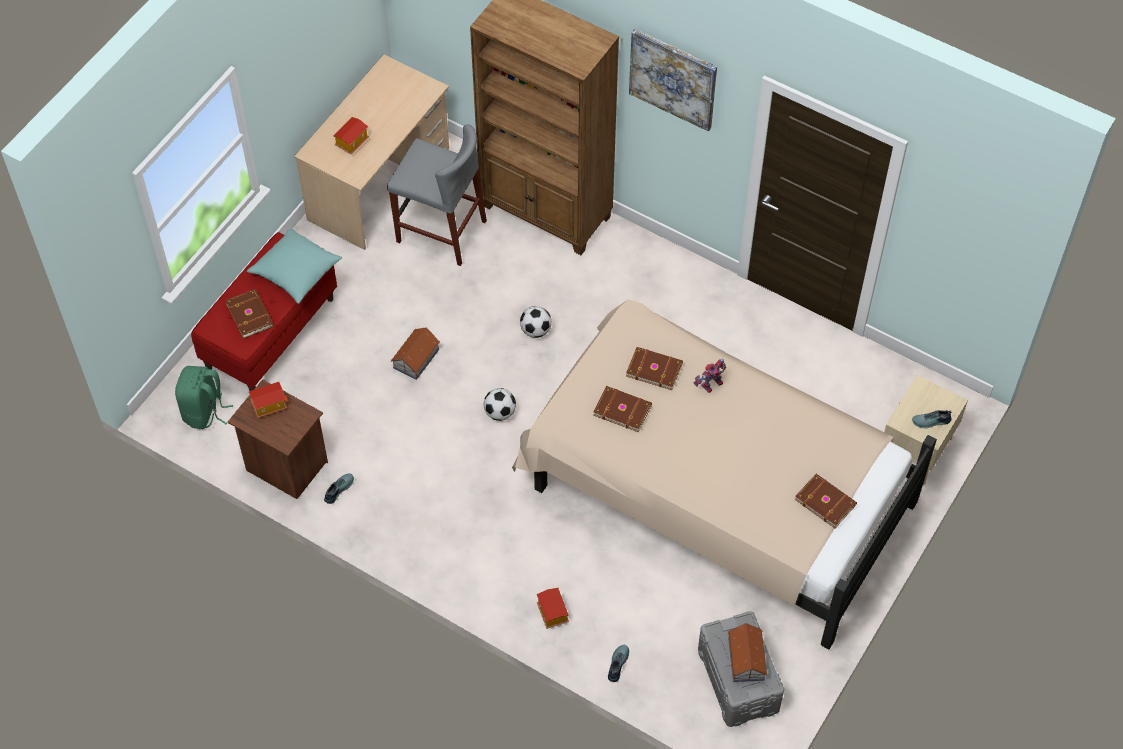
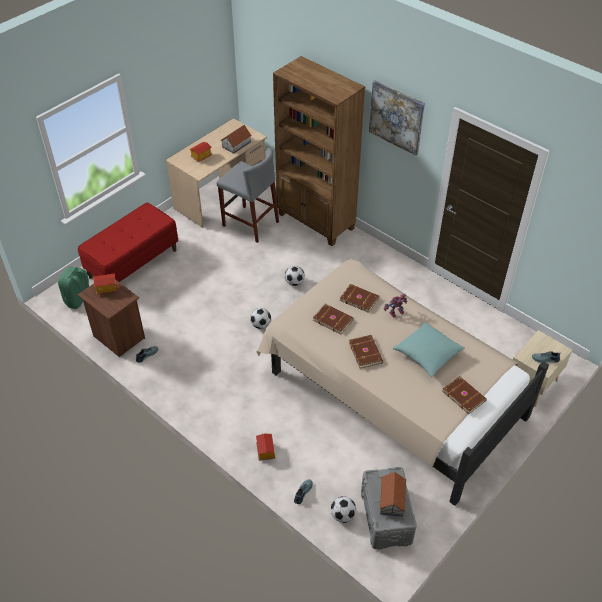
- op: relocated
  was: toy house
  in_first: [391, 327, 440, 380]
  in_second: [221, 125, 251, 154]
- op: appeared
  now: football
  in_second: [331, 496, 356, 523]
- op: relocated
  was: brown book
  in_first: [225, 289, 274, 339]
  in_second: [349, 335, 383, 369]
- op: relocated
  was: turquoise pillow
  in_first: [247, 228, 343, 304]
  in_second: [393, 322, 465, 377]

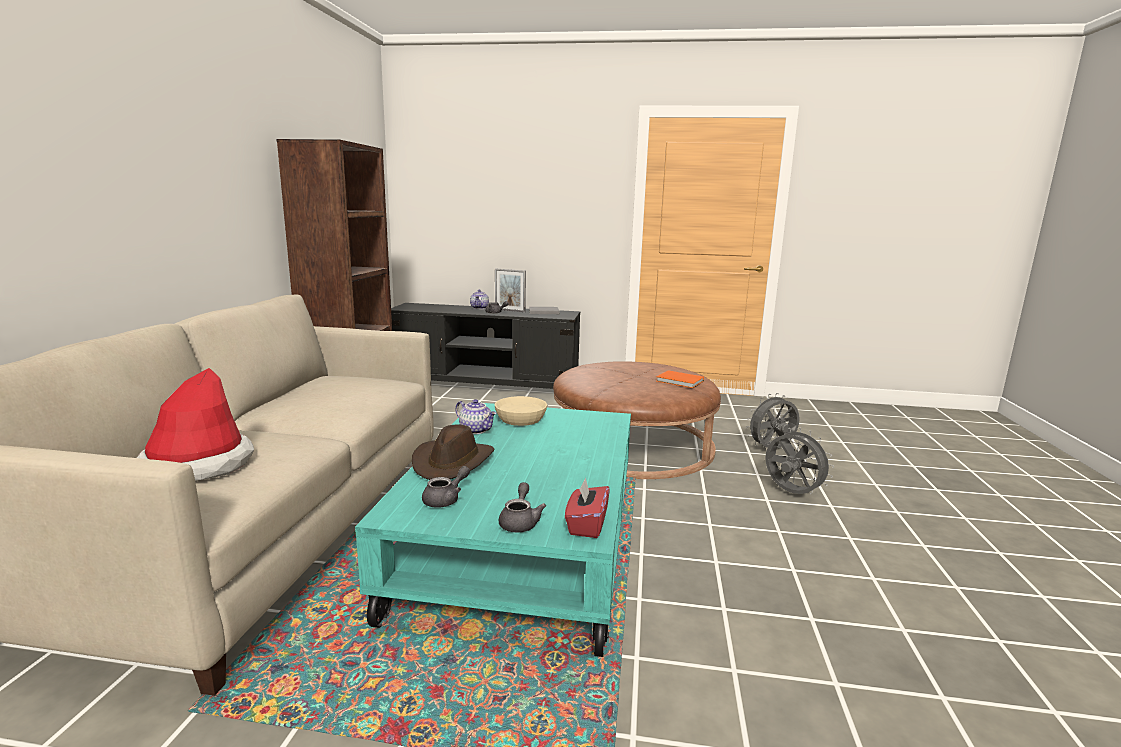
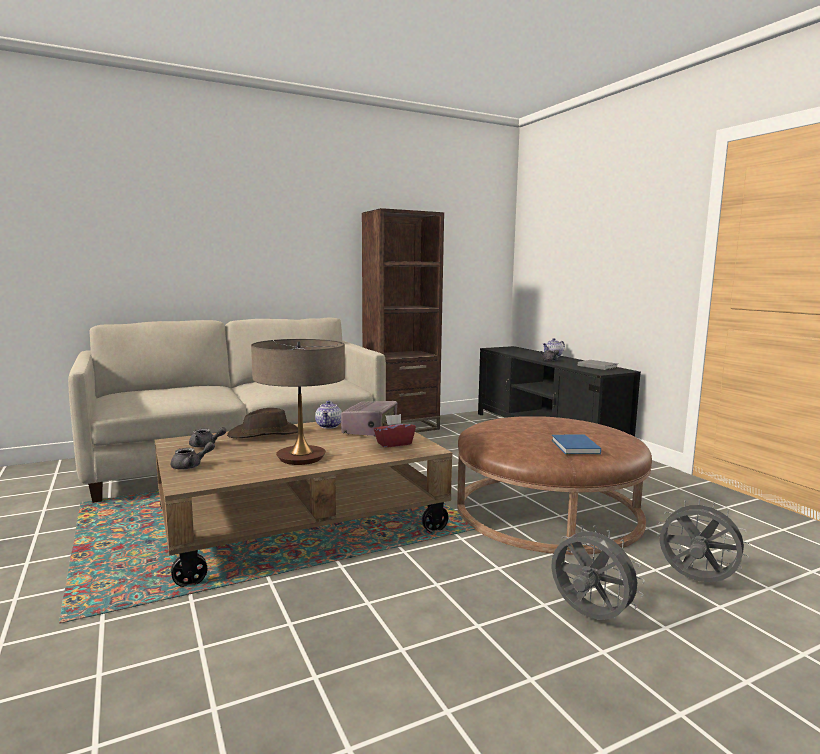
- op: colour
  was: turquoise coffee table
  now: brown coffee table
  in_first: [355, 403, 631, 657]
  in_second: [155, 422, 452, 587]
- op: appeared
  now: table lamp
  in_second: [251, 339, 345, 465]
- op: exchanged
  was: beige bowl
  now: radio
  in_first: [495, 396, 547, 426]
  in_second: [341, 401, 397, 436]
- op: relocated
  was: red tissue box
  in_first: [565, 478, 610, 538]
  in_second: [374, 414, 416, 448]
- op: spun
  was: grey fan
  in_first: [765, 427, 834, 494]
  in_second: [551, 525, 645, 620]
  clockwise: -60
- op: colour
  was: orange book
  now: blue book
  in_first: [657, 370, 704, 388]
  in_second: [552, 435, 601, 454]
- op: missing
  was: hat
  in_first: [137, 368, 254, 481]
- op: missing
  was: picture frame
  in_first: [495, 269, 526, 312]

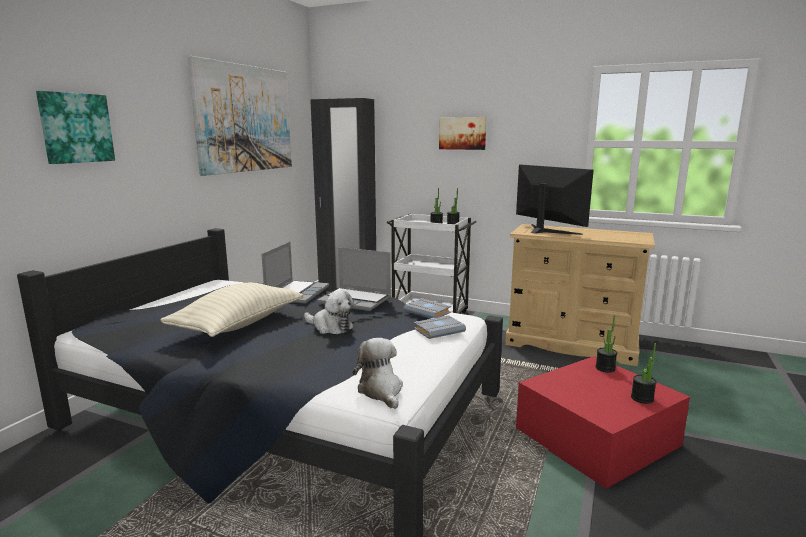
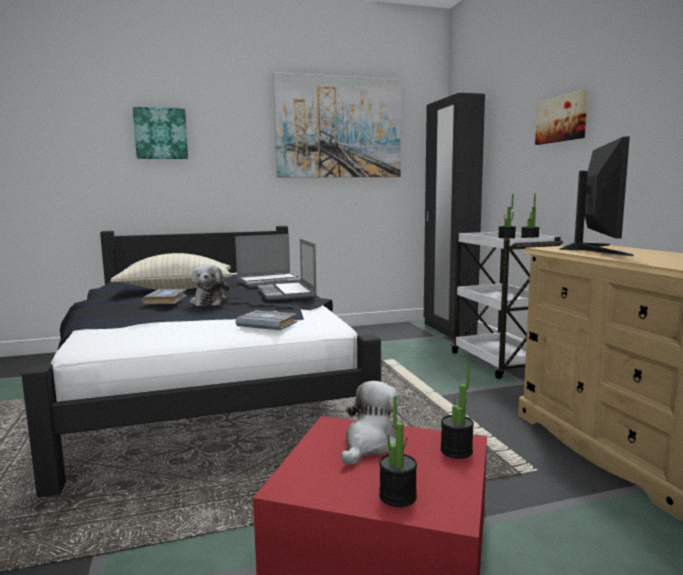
- op: relocated
  was: grey book
  in_first: [404, 298, 451, 318]
  in_second: [142, 289, 187, 304]
- op: relocated
  was: plush toy
  in_first: [353, 338, 403, 409]
  in_second: [341, 381, 399, 465]

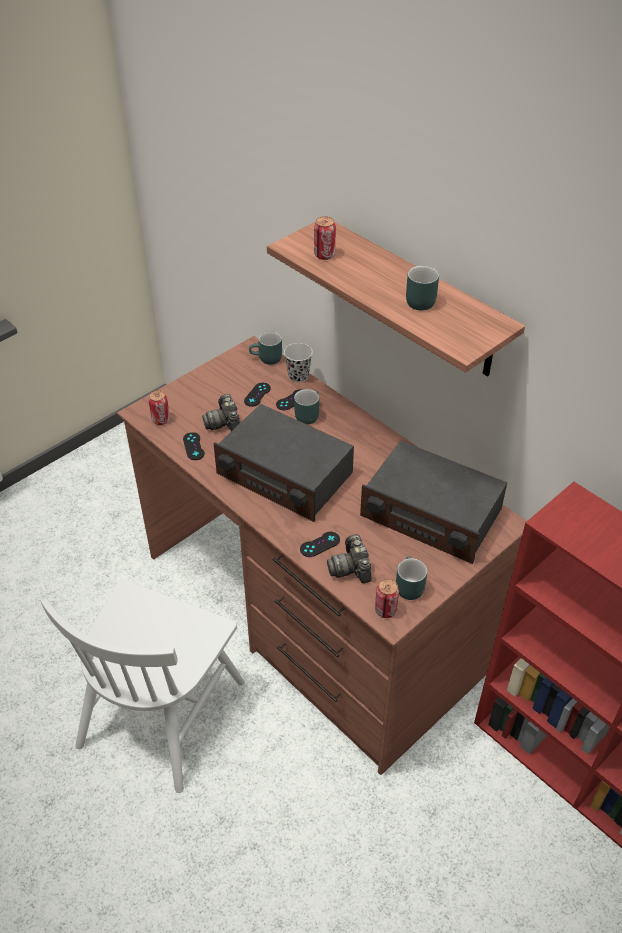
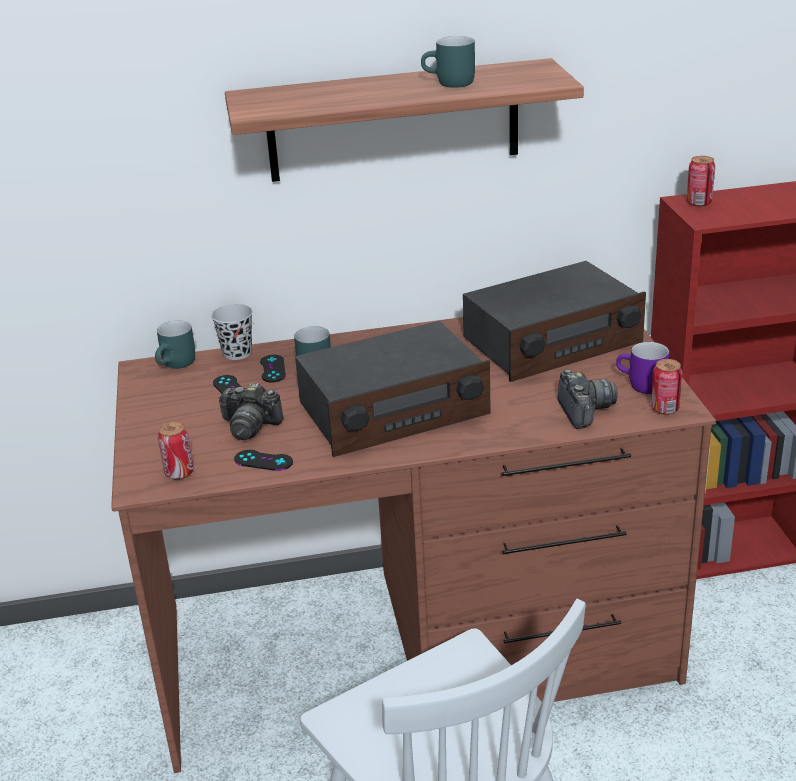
- op: spun
  was: photo camera
  in_first: [327, 534, 371, 583]
  in_second: [557, 369, 618, 429]
  clockwise: -120
- op: colour
  was: turquoise mug
  now: purple mug
  in_first: [396, 556, 427, 600]
  in_second: [616, 342, 669, 394]
- op: relocated
  was: can
  in_first: [314, 216, 336, 260]
  in_second: [687, 156, 715, 207]
- op: missing
  was: black game controller
  in_first: [300, 532, 340, 557]

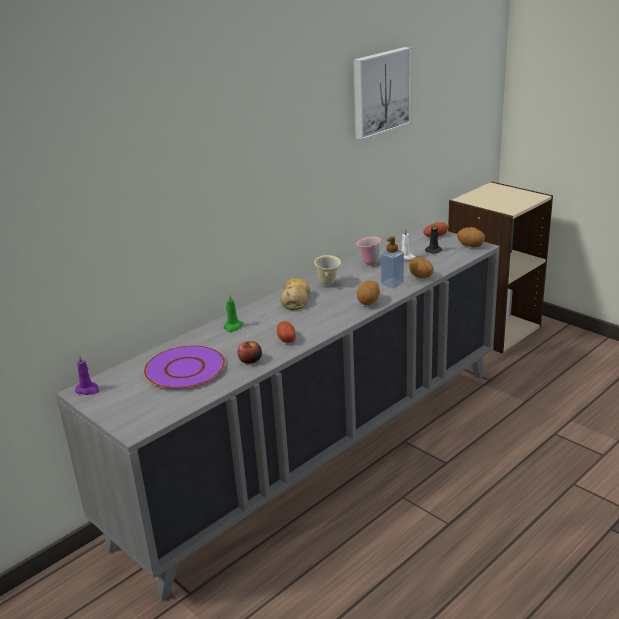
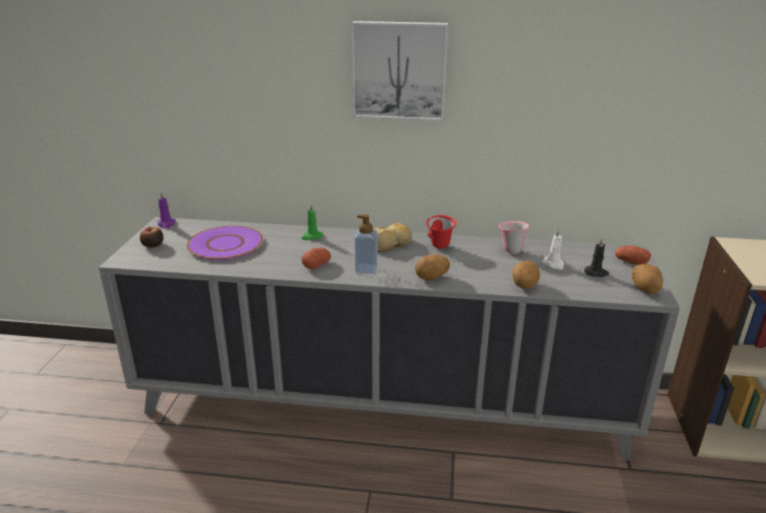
- op: relocated
  was: apple
  in_first: [238, 341, 262, 364]
  in_second: [140, 227, 163, 247]
- op: relocated
  was: picture
  in_first: [353, 47, 412, 140]
  in_second: [352, 21, 448, 121]
- op: relocated
  was: soap dispenser
  in_first: [381, 237, 404, 288]
  in_second: [354, 215, 377, 274]
- op: colour
  was: beige mug
  now: red mug
  in_first: [314, 255, 341, 286]
  in_second: [426, 215, 456, 249]

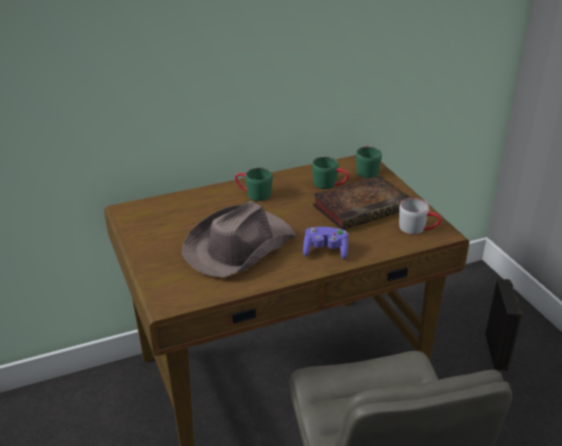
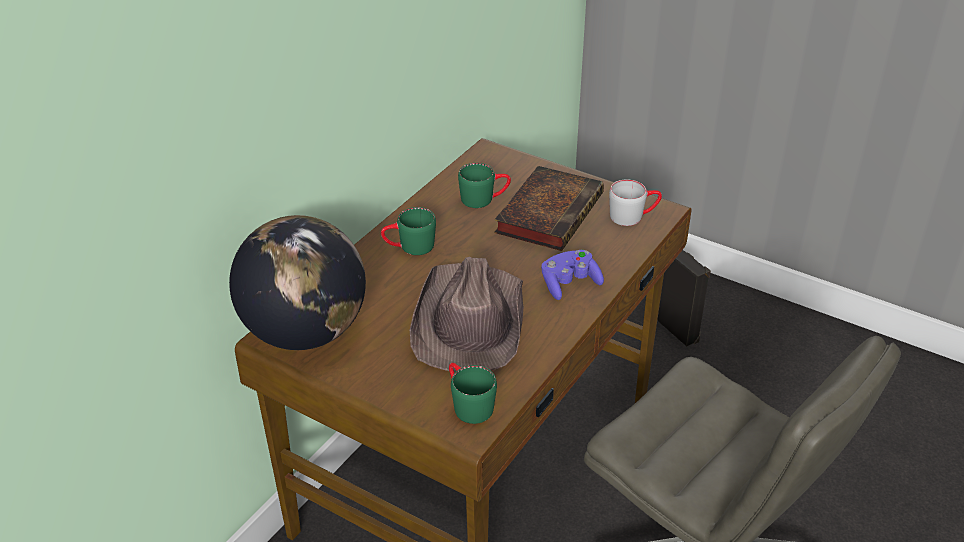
- op: appeared
  now: globe
  in_second: [229, 215, 366, 350]
- op: relocated
  was: green mug
  in_first: [356, 146, 382, 178]
  in_second: [449, 363, 497, 424]

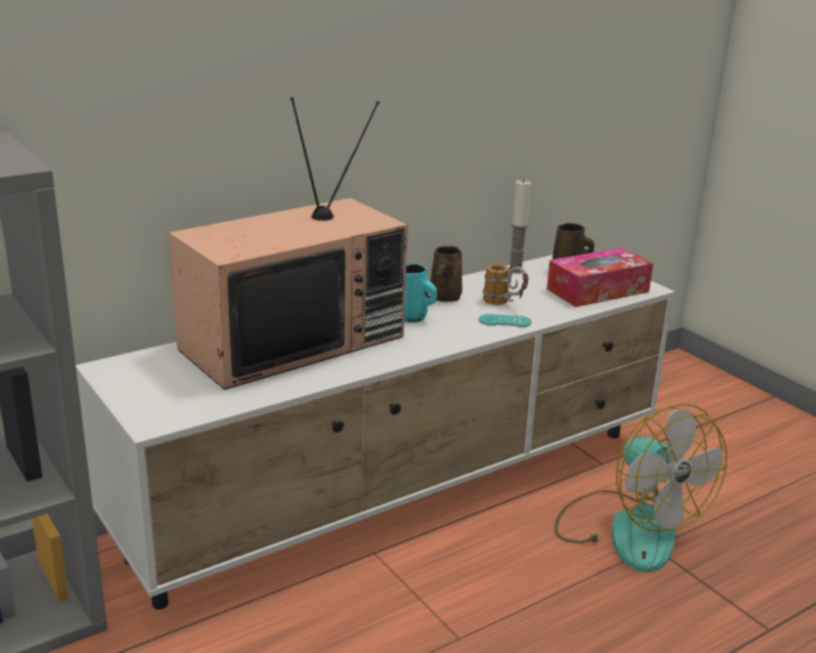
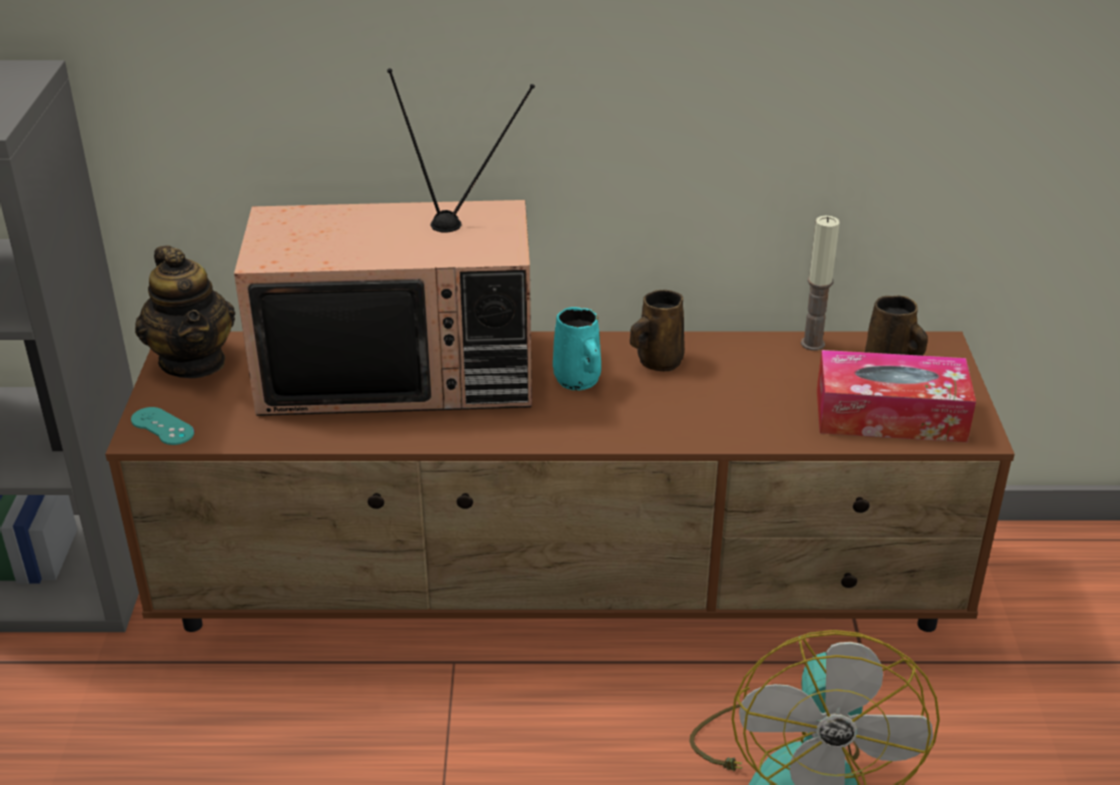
- op: colour
  was: white tv stand
  now: brown tv stand
  in_first: [76, 255, 675, 610]
  in_second: [105, 331, 1015, 632]
- op: relocated
  was: turquoise game controller
  in_first: [479, 314, 532, 327]
  in_second: [131, 407, 194, 445]
- op: appeared
  now: teapot
  in_second: [135, 245, 235, 378]
- op: missing
  was: mug
  in_first: [483, 264, 529, 305]

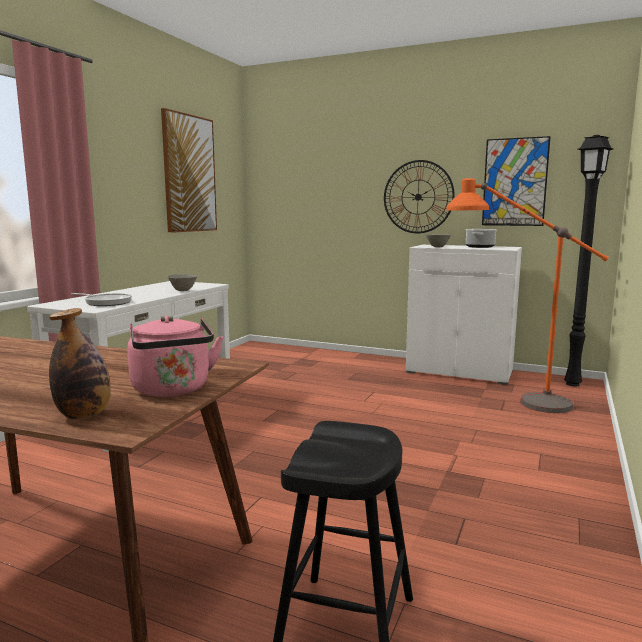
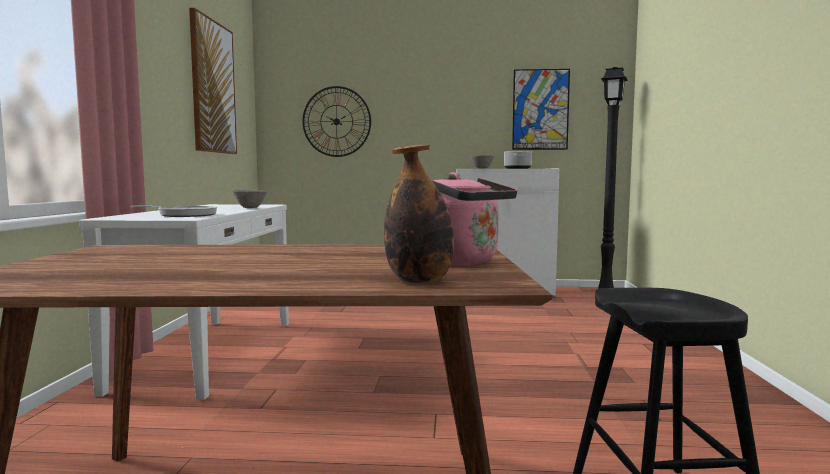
- op: relocated
  was: wall clock
  in_first: [384, 160, 455, 233]
  in_second: [302, 86, 371, 157]
- op: missing
  was: orange floor lamp
  in_first: [446, 178, 609, 413]

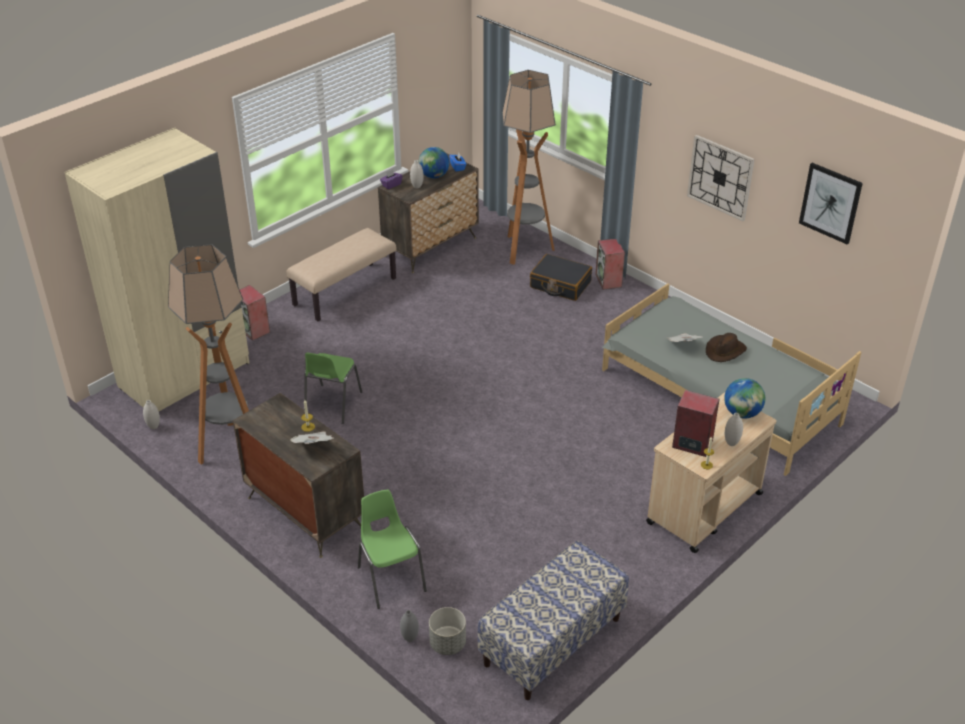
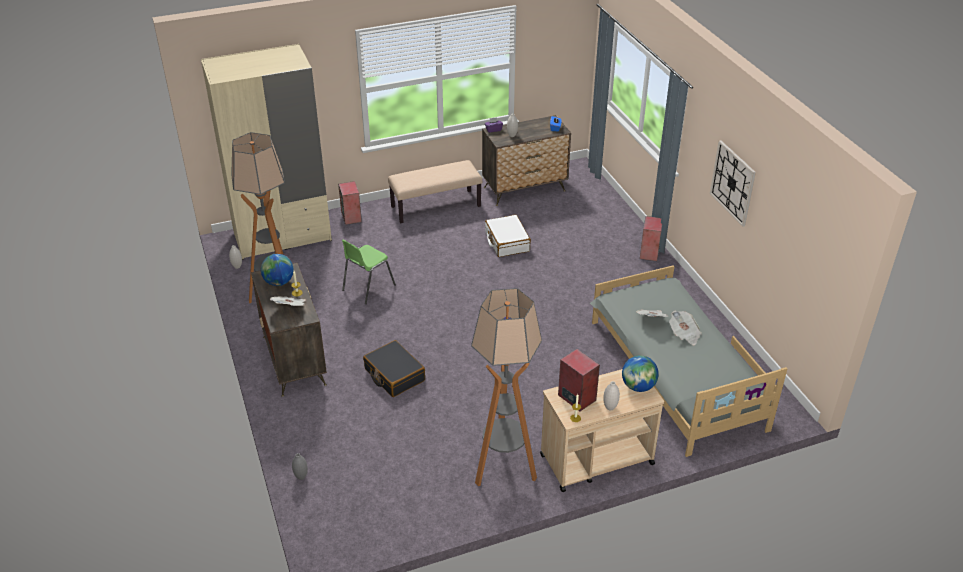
- op: relocated
  was: globe
  in_first: [419, 147, 449, 178]
  in_second: [261, 254, 294, 286]
- op: relocated
  was: black suitcase
  in_first: [530, 254, 592, 301]
  in_second: [363, 340, 425, 397]
- op: relocated
  was: floor lamp
  in_first: [502, 70, 556, 265]
  in_second: [471, 288, 542, 487]
- op: appeared
  now: white suitcase
  in_second: [485, 215, 531, 257]
- op: exchanged
  was: brown hat
  now: newspaper
  in_first: [706, 333, 747, 362]
  in_second: [669, 311, 702, 345]
- op: missing
  was: green chair
  in_first: [358, 489, 427, 609]
- op: missing
  was: grey planter
  in_first: [429, 607, 466, 655]
- op: missing
  was: bench
  in_first: [478, 541, 629, 700]
- op: missing
  was: picture
  in_first: [799, 163, 863, 244]

